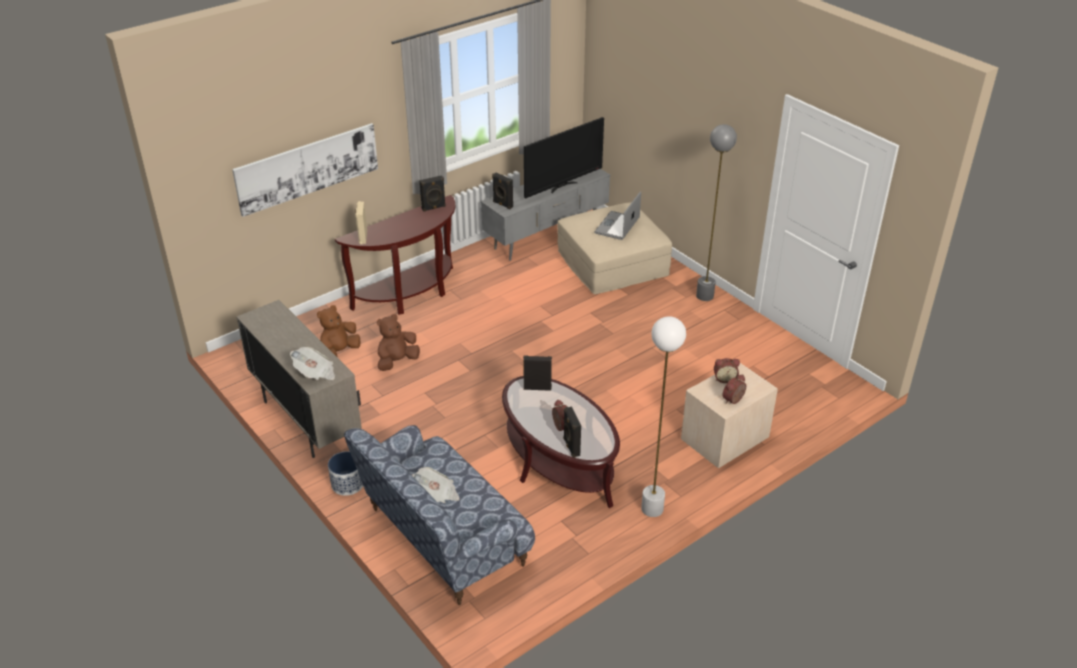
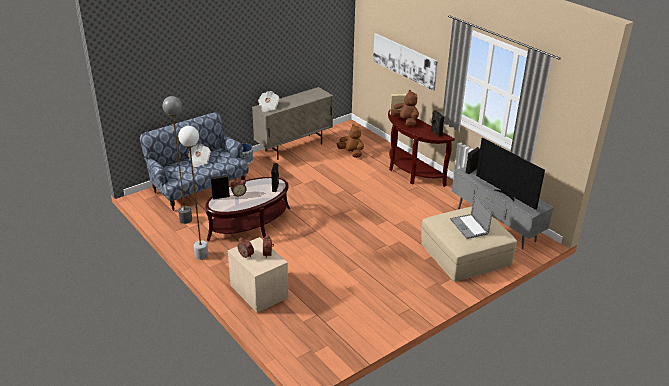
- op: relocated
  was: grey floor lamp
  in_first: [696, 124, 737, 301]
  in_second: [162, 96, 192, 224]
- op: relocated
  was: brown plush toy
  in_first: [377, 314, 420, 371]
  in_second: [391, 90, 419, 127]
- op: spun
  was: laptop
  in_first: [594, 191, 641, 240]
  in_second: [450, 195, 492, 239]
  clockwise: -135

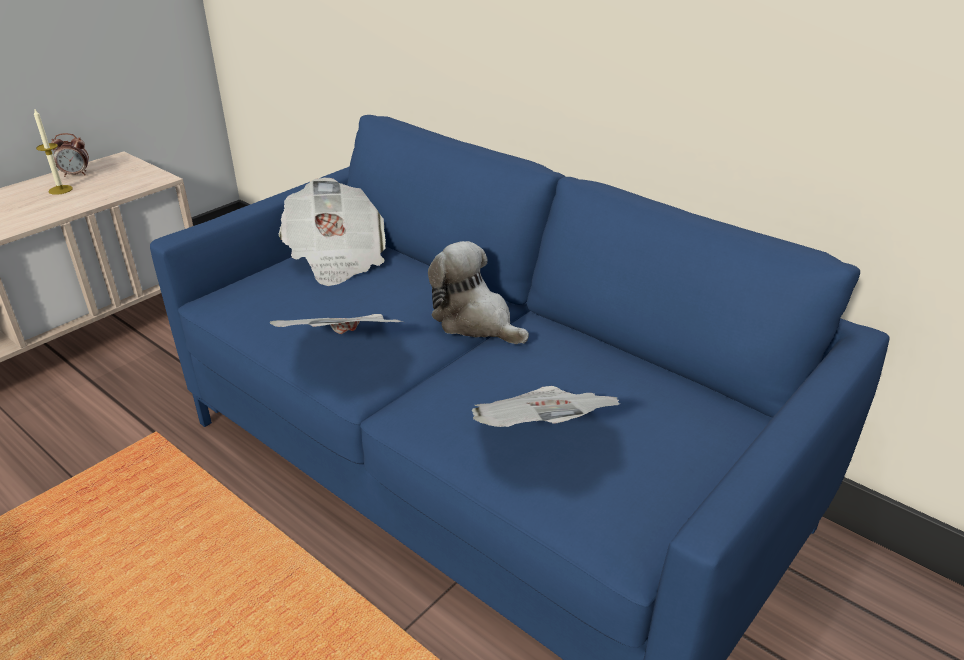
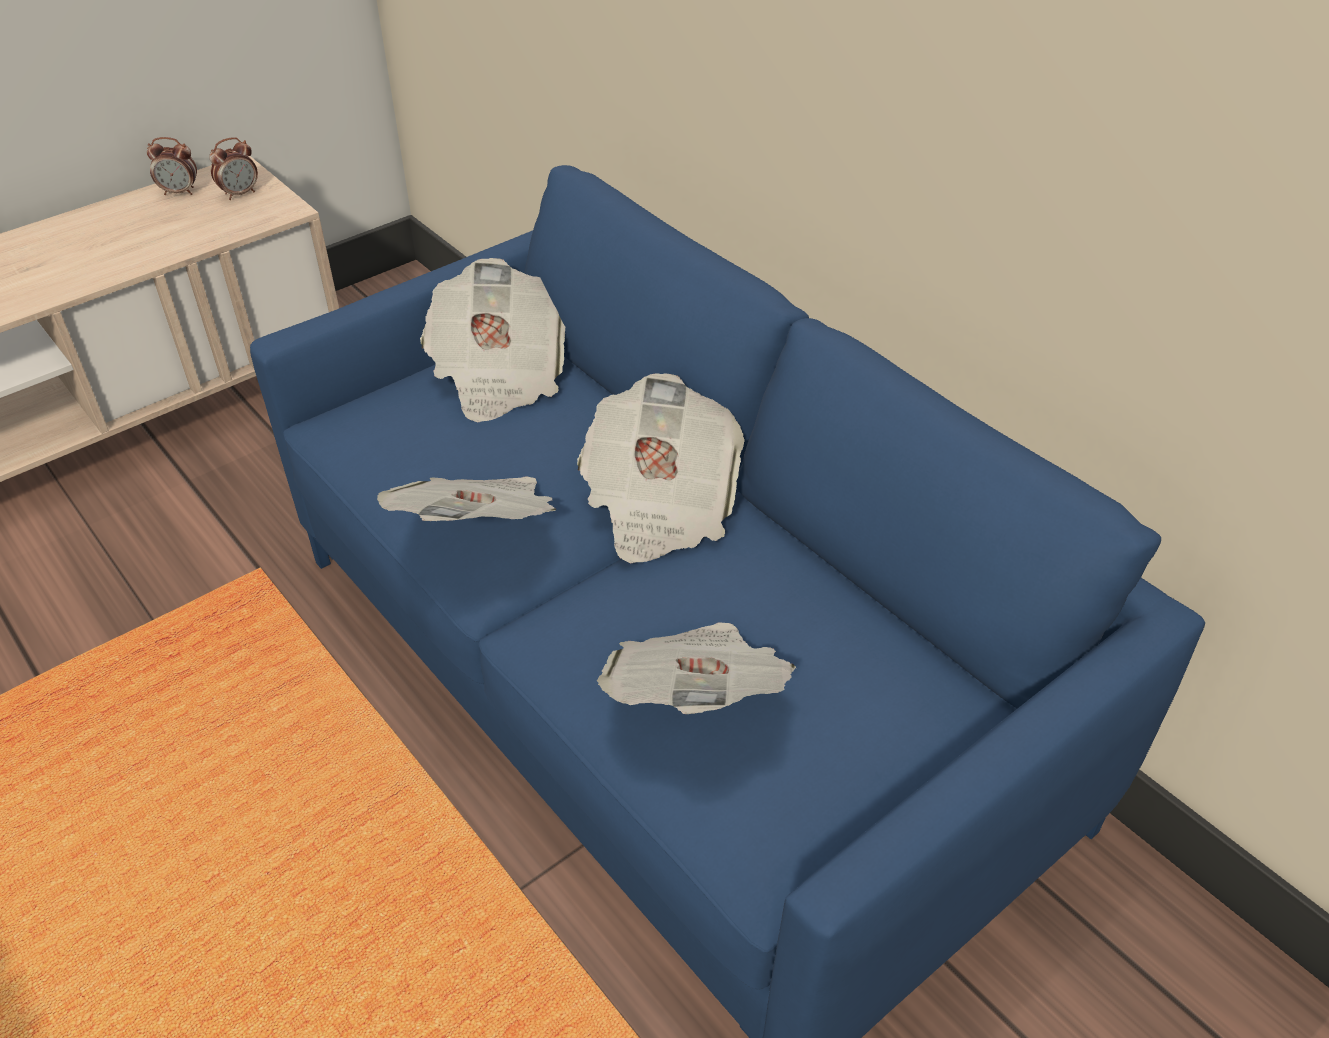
- op: appeared
  now: alarm clock
  in_second: [209, 137, 258, 200]
- op: exchanged
  was: plush toy
  now: newspaper
  in_first: [428, 241, 529, 344]
  in_second: [577, 373, 745, 563]
- op: missing
  was: candle
  in_first: [34, 109, 73, 195]

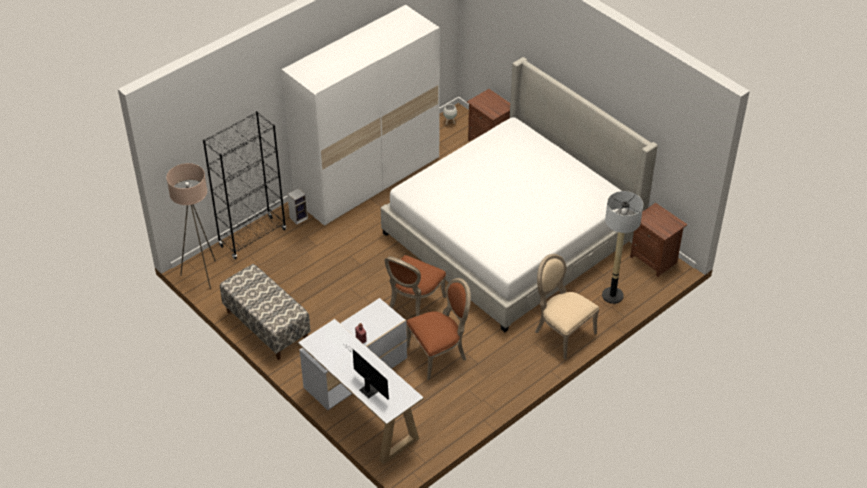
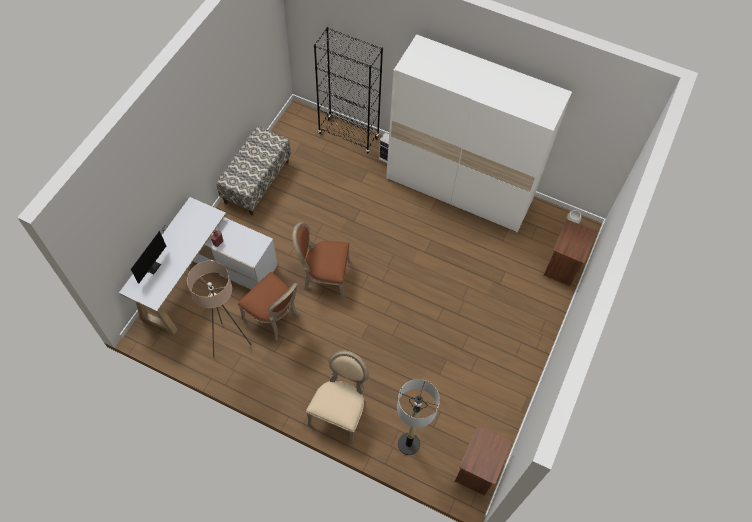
- op: relocated
  was: beige floor lamp
  in_first: [167, 163, 216, 289]
  in_second: [187, 261, 251, 358]
- op: missing
  was: bed
  in_first: [381, 57, 658, 332]

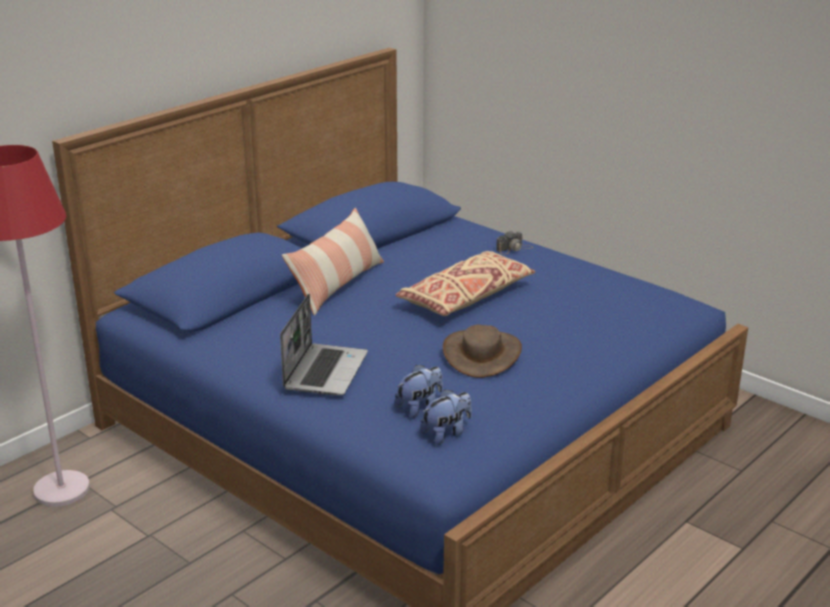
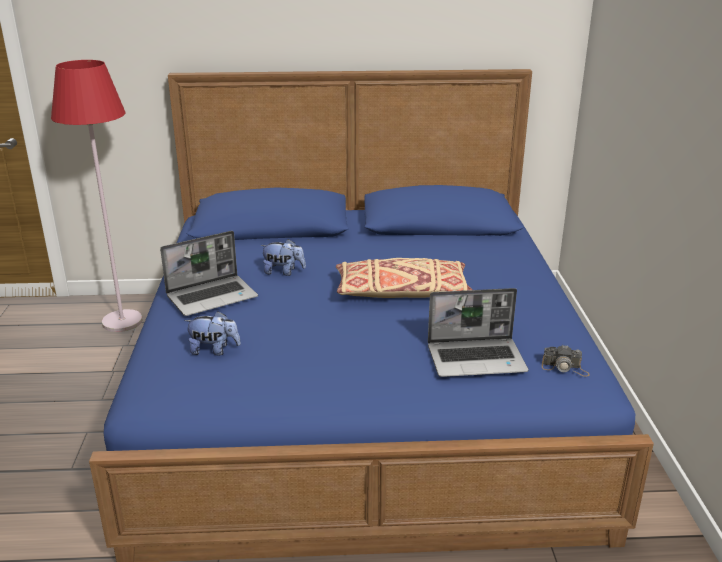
- op: relocated
  was: plush toy
  in_first: [420, 389, 472, 445]
  in_second: [260, 239, 306, 276]
- op: appeared
  now: laptop
  in_second: [428, 288, 528, 377]
- op: relocated
  was: photo camera
  in_first: [496, 231, 533, 254]
  in_second: [542, 345, 590, 377]
- op: missing
  was: pillow
  in_first: [282, 208, 384, 316]
- op: missing
  was: brown hat
  in_first: [443, 325, 522, 378]

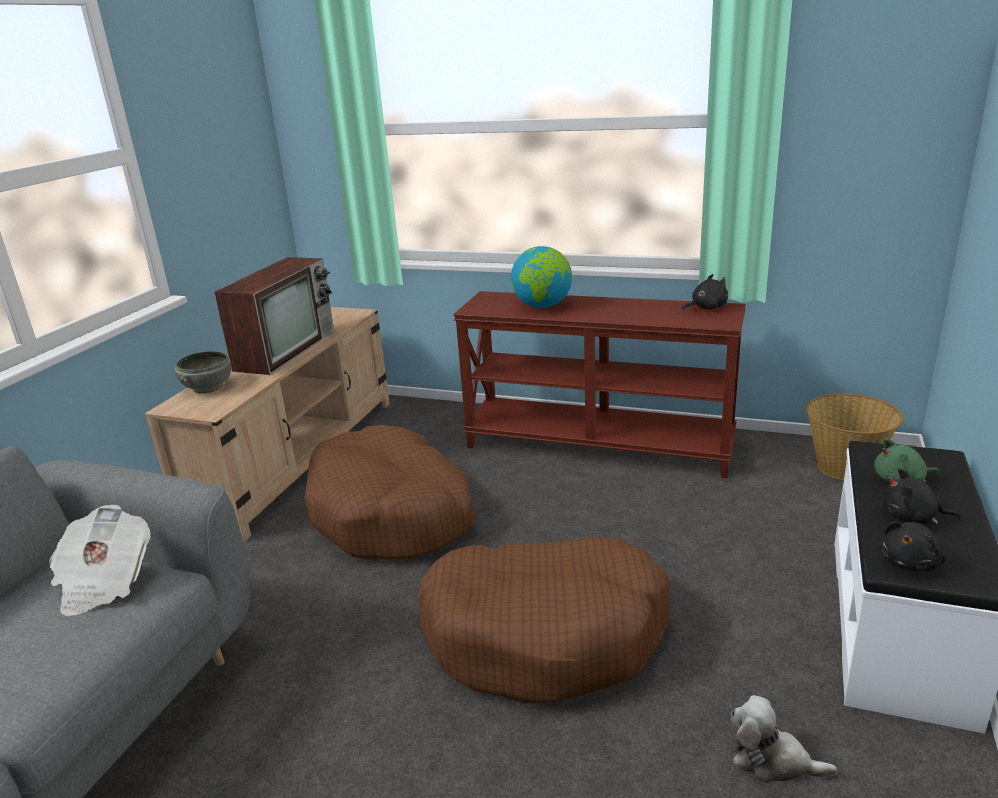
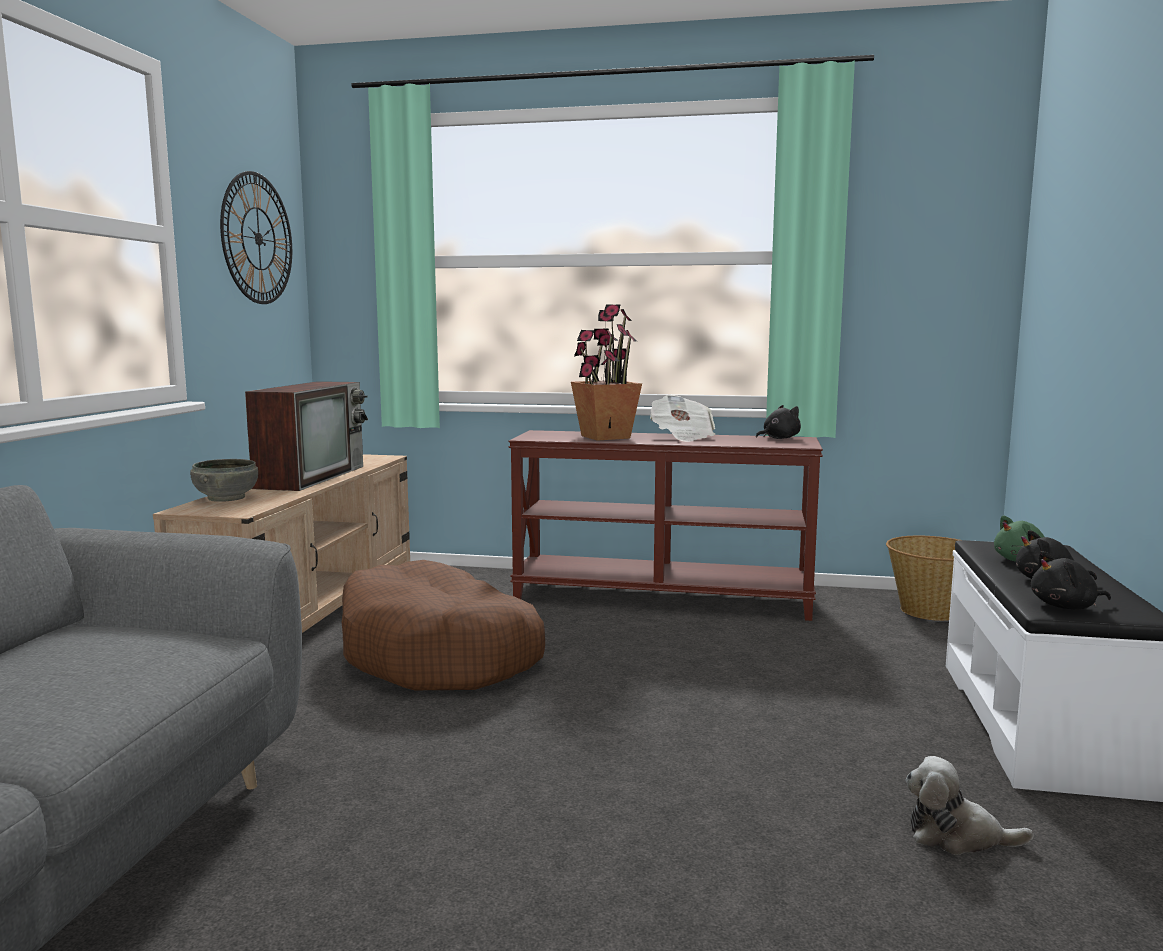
- op: appeared
  now: wall clock
  in_second: [220, 171, 292, 304]
- op: exchanged
  was: globe
  now: potted plant
  in_first: [511, 246, 572, 308]
  in_second: [571, 304, 642, 441]
- op: relocated
  was: newspaper
  in_first: [49, 505, 151, 616]
  in_second: [650, 395, 715, 442]
- op: spun
  was: black plush toy
  in_first: [881, 521, 946, 571]
  in_second: [1031, 551, 1111, 609]
  clockwise: 45
- op: missing
  was: brown dog bed
  in_first: [418, 536, 671, 703]

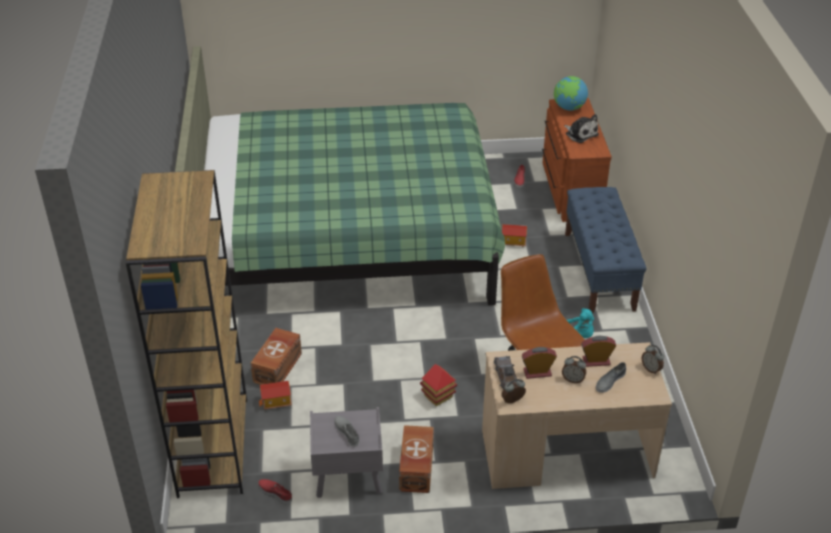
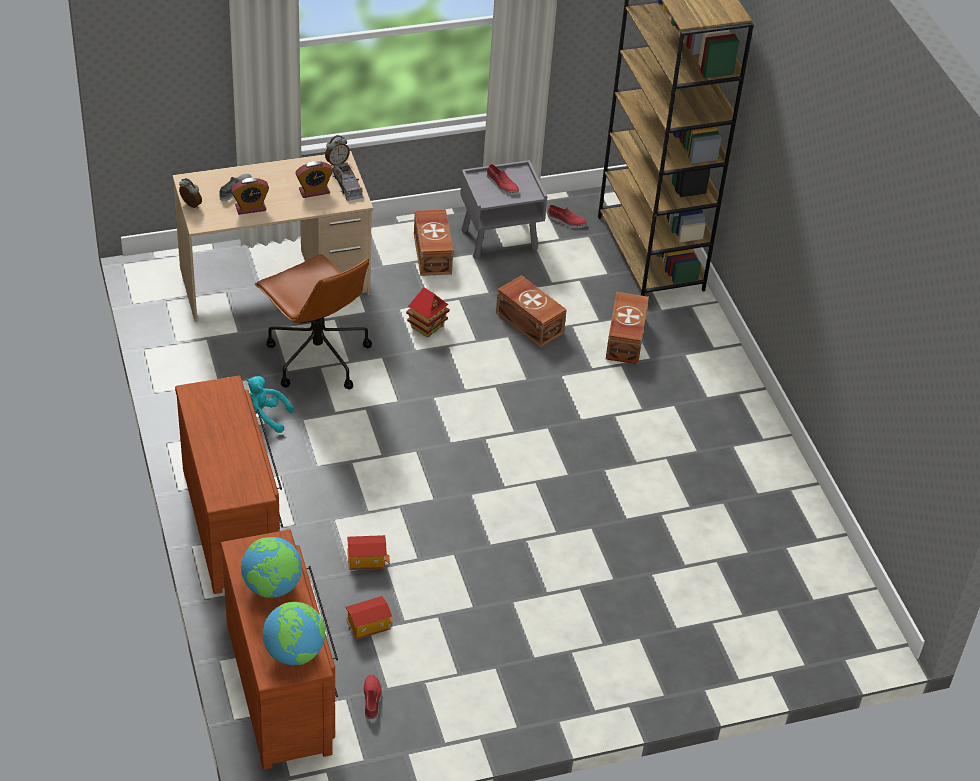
- op: exchanged
  was: blue bench
  now: brown dresser
  in_first: [565, 187, 646, 313]
  in_second: [175, 375, 283, 594]
- op: exchanged
  was: plush toy
  now: globe
  in_first: [564, 114, 599, 143]
  in_second: [241, 537, 302, 598]
- op: relocated
  was: toy house
  in_first: [259, 381, 292, 409]
  in_second: [346, 596, 393, 640]
- op: colour
  was: grey shoe
  now: red shoe
  in_first: [334, 416, 359, 447]
  in_second: [487, 164, 519, 195]
- op: appeared
  now: brown storage box
  in_second: [496, 275, 567, 348]
- op: missing
  was: green bed
  in_first: [175, 46, 505, 305]
- op: missing
  was: alarm clock
  in_first: [562, 356, 586, 383]

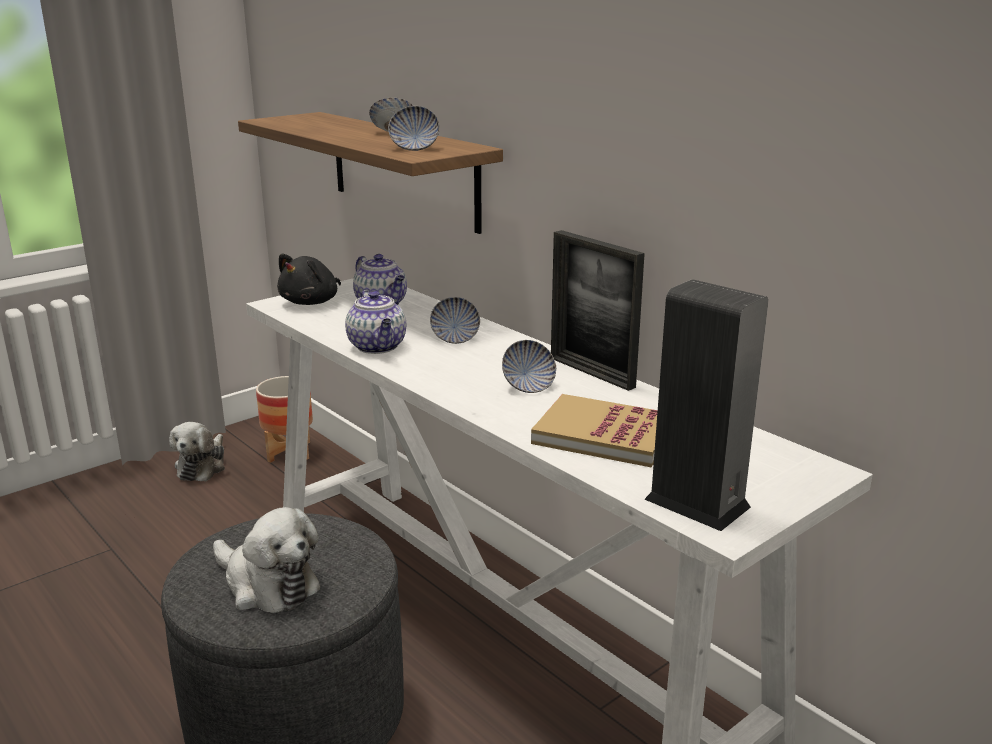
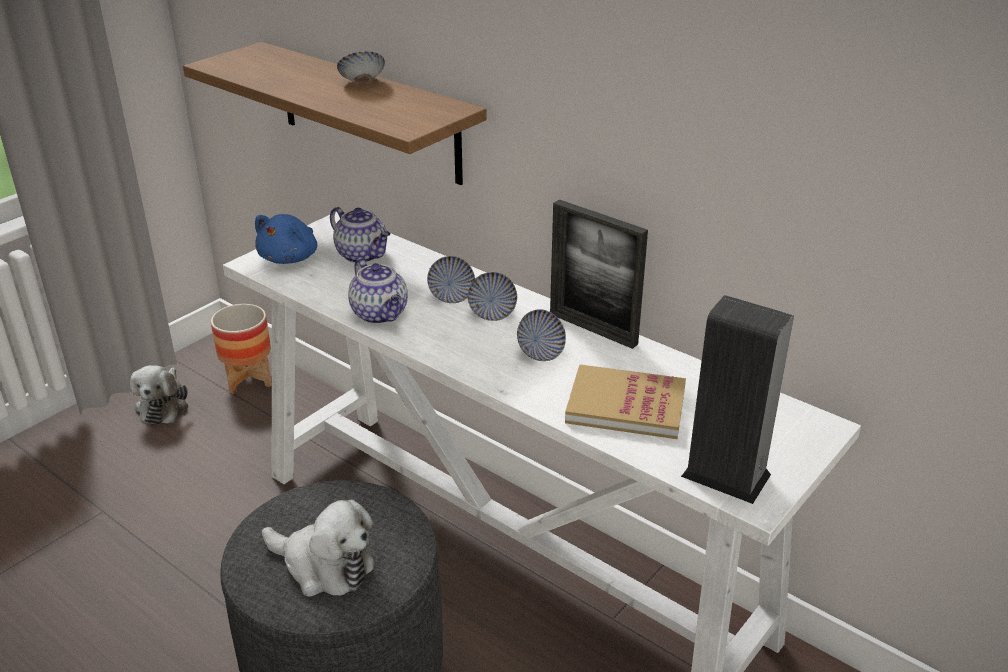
- op: colour
  was: black plush toy
  now: blue plush toy
  in_first: [277, 253, 341, 305]
  in_second: [255, 214, 317, 264]
- op: relocated
  was: bowl
  in_first: [388, 106, 440, 151]
  in_second: [468, 272, 517, 321]

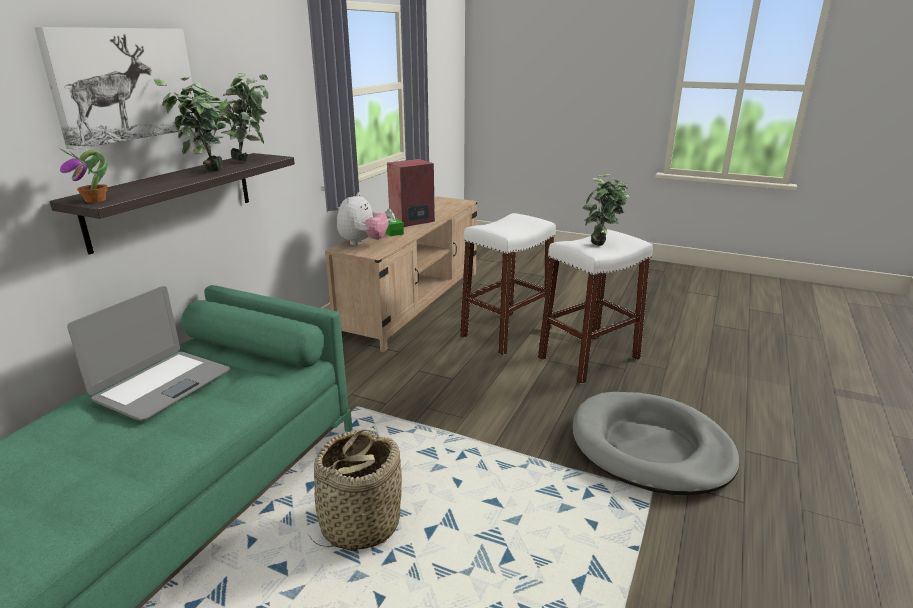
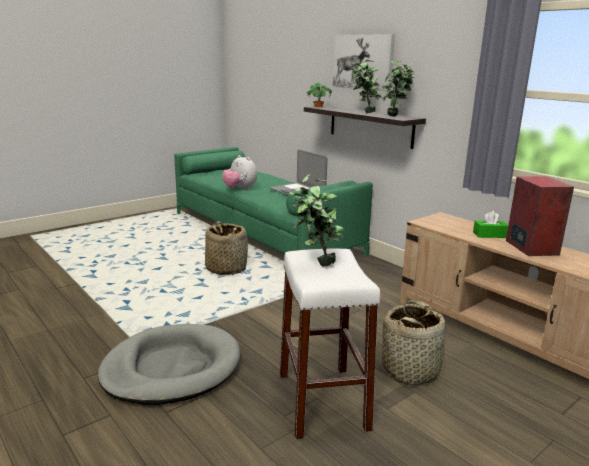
- op: relocated
  was: plush toy
  in_first: [337, 193, 389, 245]
  in_second: [222, 155, 257, 190]
- op: exchanged
  was: white stool
  now: basket
  in_first: [460, 213, 556, 355]
  in_second: [382, 300, 446, 386]

